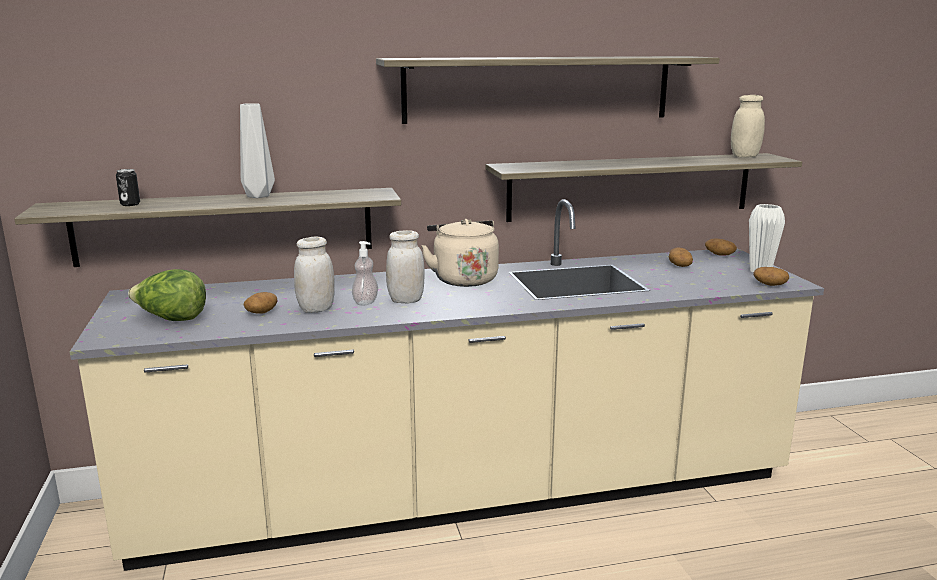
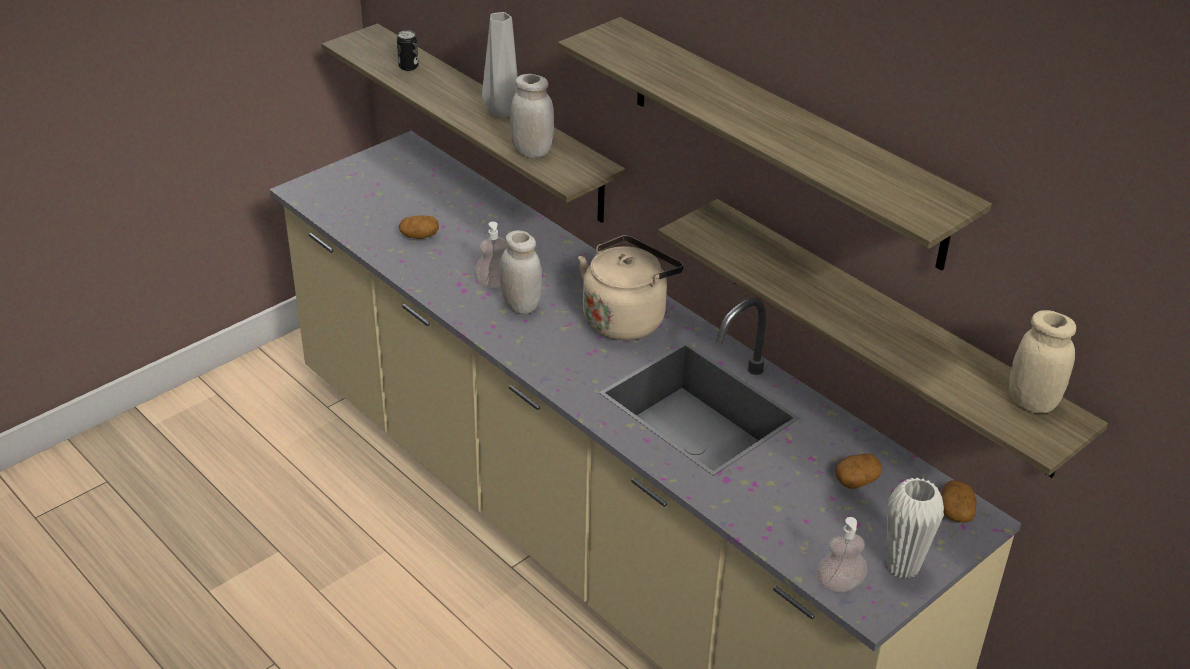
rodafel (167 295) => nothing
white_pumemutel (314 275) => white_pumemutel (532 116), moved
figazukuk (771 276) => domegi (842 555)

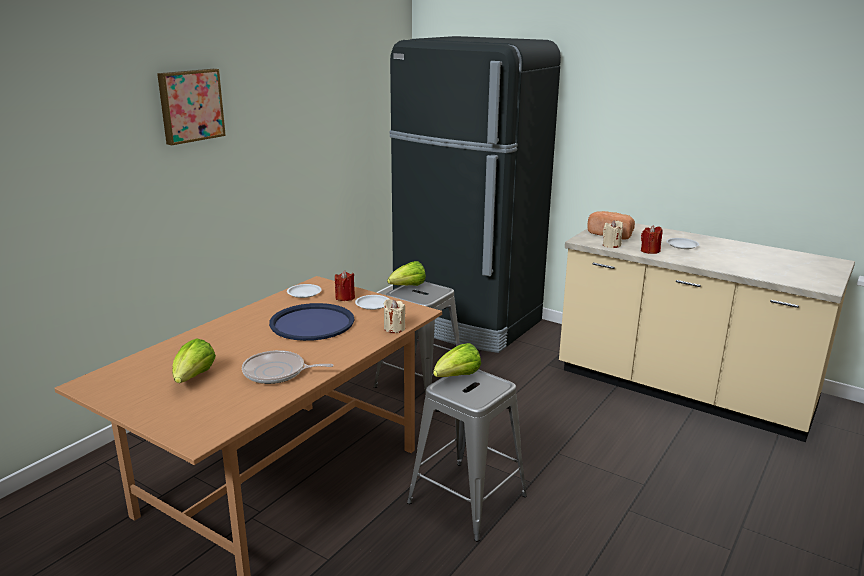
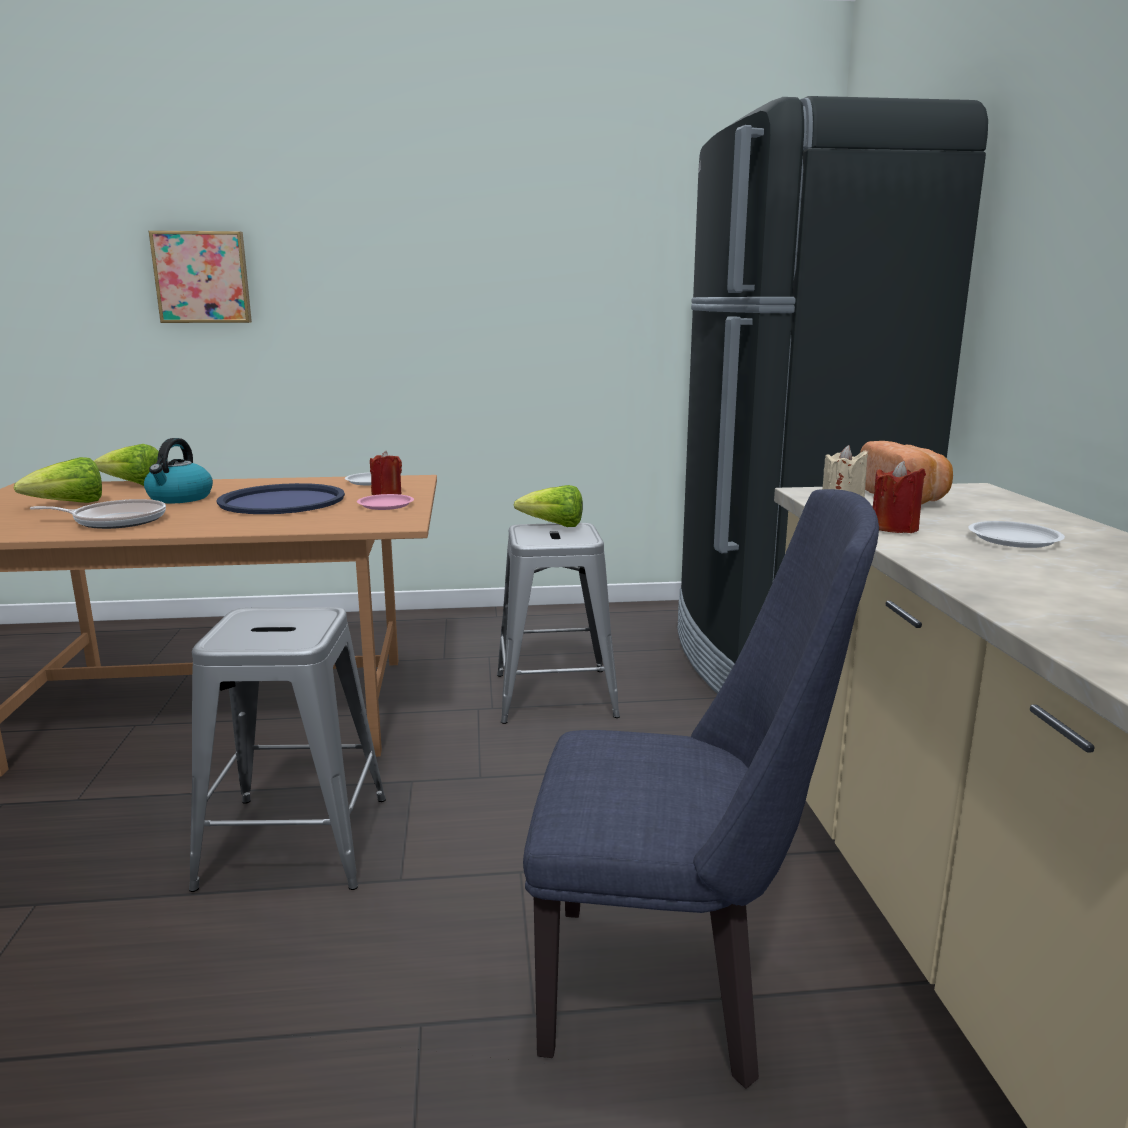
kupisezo (191 107) => kupisezo (200 277), moved
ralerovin (288 367) => ralerovin (98 514), 120 degrees clockwise
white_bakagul (372 302) => pink_bakagul (385 502)
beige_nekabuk (394 316) => nothing
rodafel (457 360) => rodafel (126 465), moved
nothing => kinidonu (178 470)
nothing => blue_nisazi (701 789)

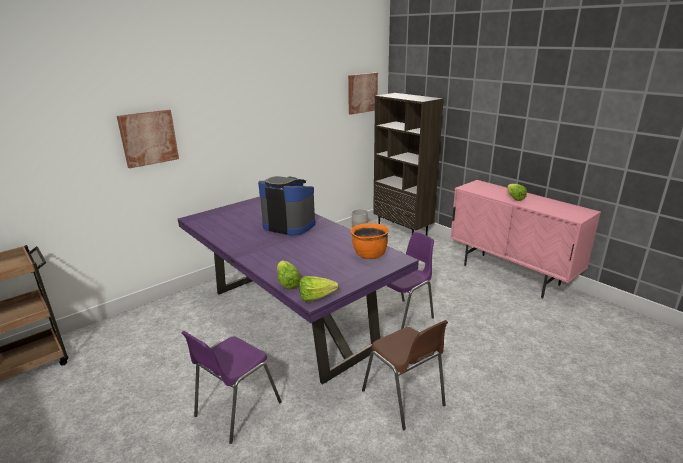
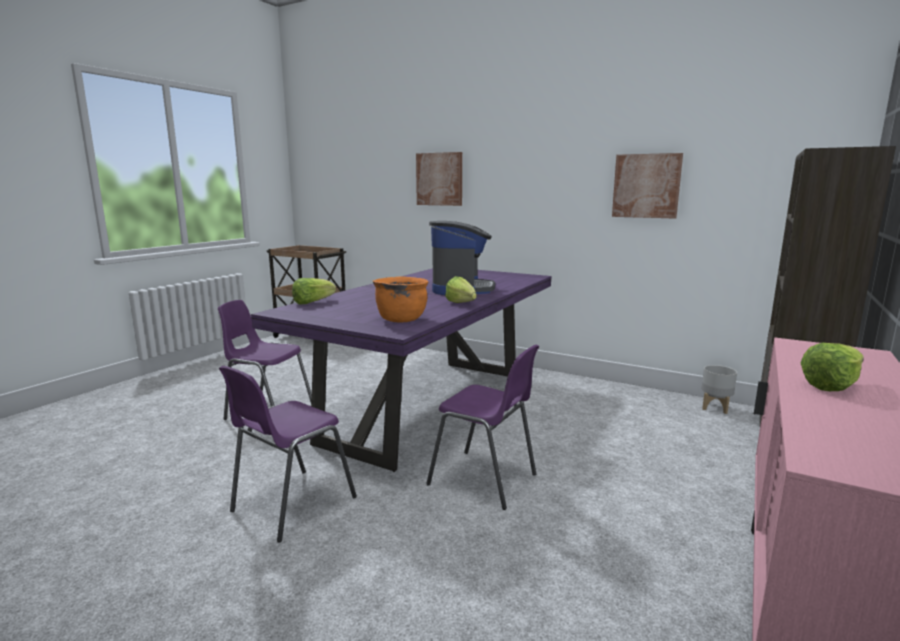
rodafel (319 289) => rodafel (461 289), moved
kupisezo (363 94) => kupisezo (647 186), moved
brown_nisazi (405 375) => purple_nisazi (288 454)

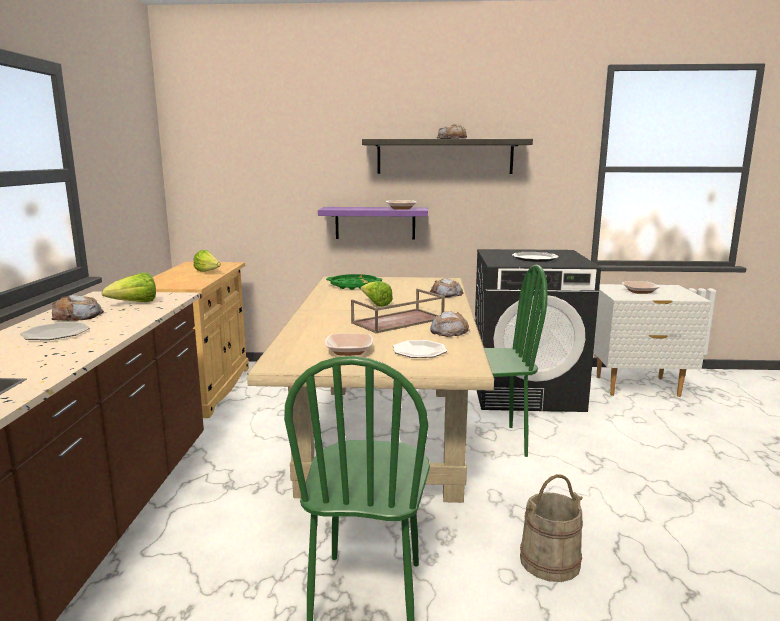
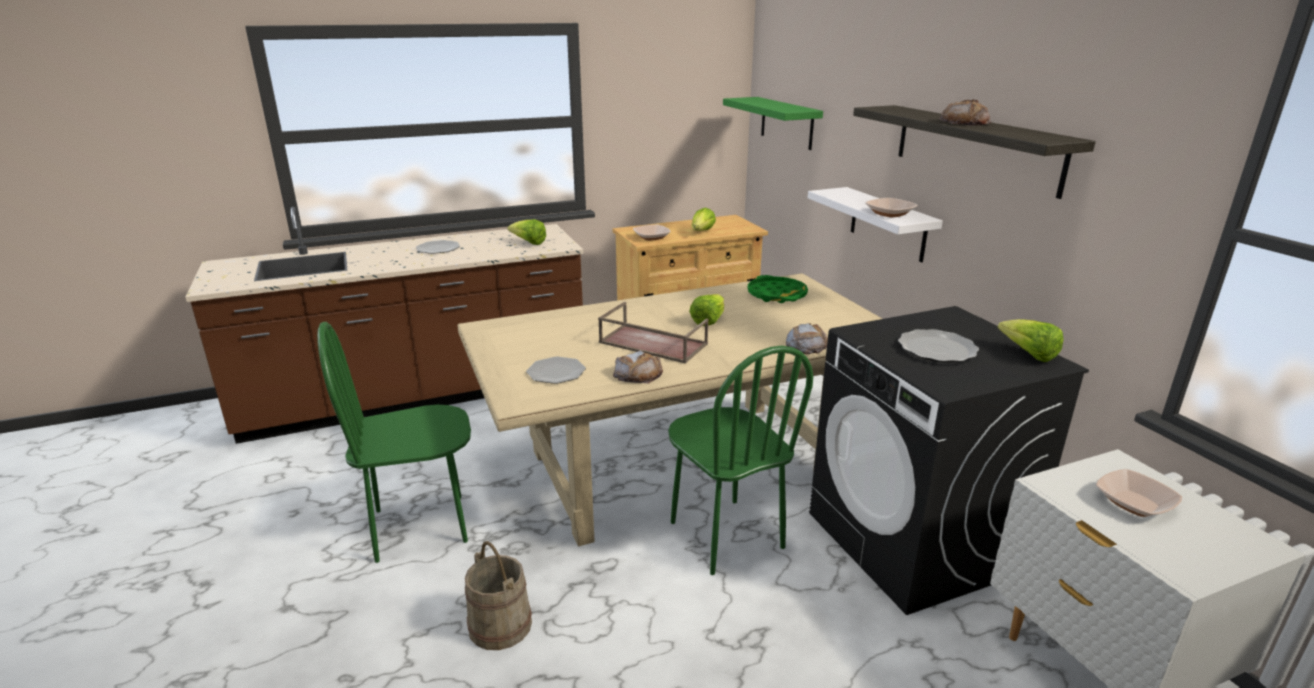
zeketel (78 308) => nothing
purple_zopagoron (373 223) => white_zopagoron (875 224)
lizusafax (349 344) => lizusafax (652 233), moved
nothing => green_zopagoron (773 123)
nothing => rodafel (1031 340)

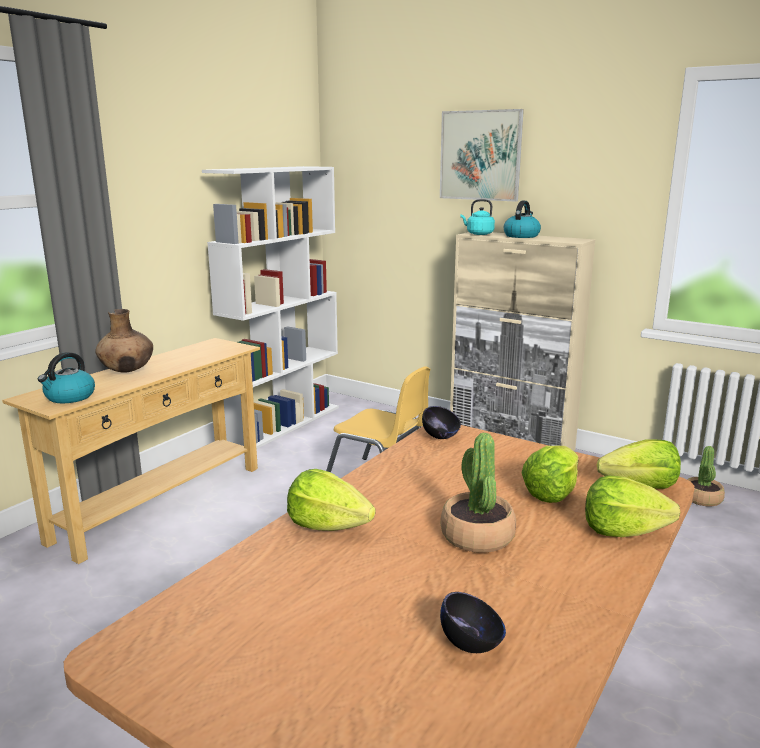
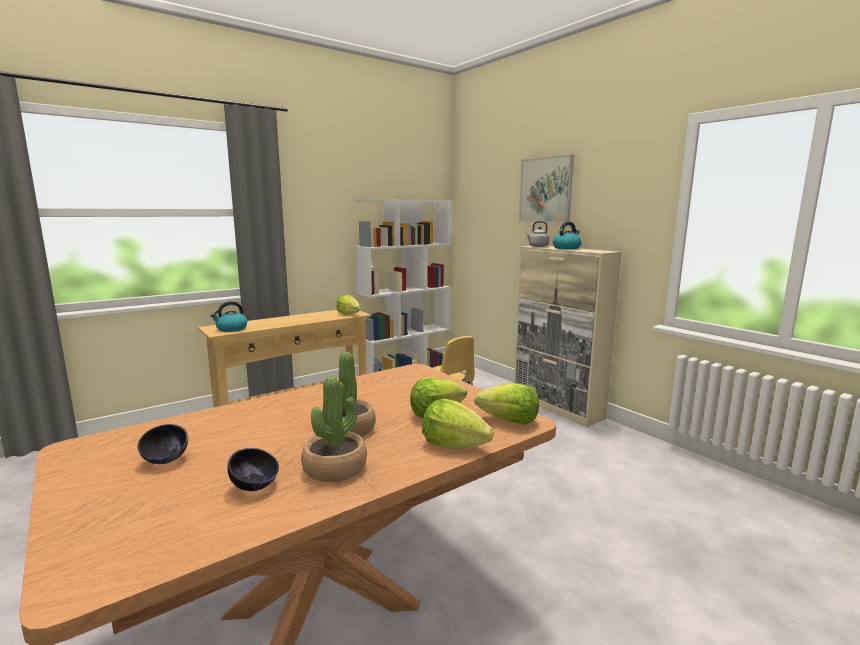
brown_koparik (124 341) => nothing
rodafel (331 500) => rodafel (348 305), moved
black_lizusafax (441 422) => black_lizusafax (163 444), moved
turquoise_kinidonu (478 217) => grey_kinidonu (537 234)
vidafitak (706 476) => vidafitak (334 429), moved

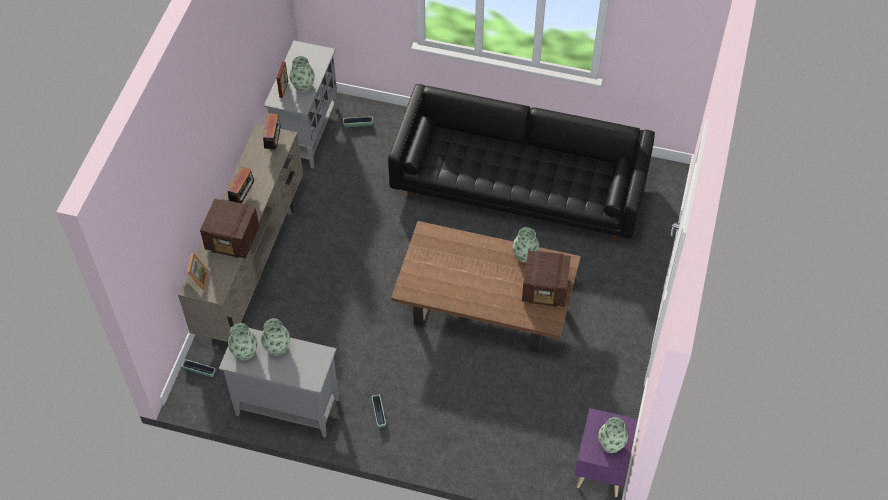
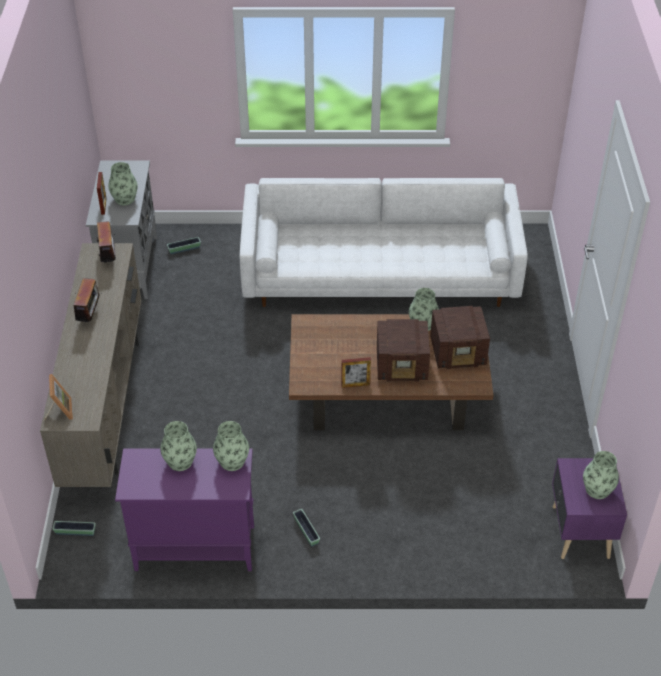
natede (229 228) => natede (403 350), moved
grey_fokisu (279 383) => purple_fokisu (184 509)
koparik (242 341) => koparik (231 446), moved
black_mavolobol (521 162) => white_mavolobol (384 242)
nothing => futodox (356 372)

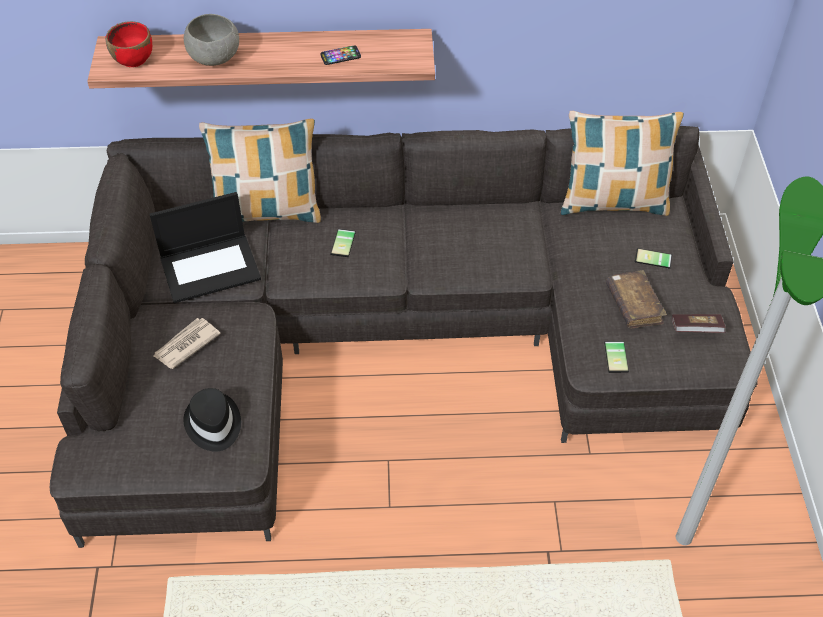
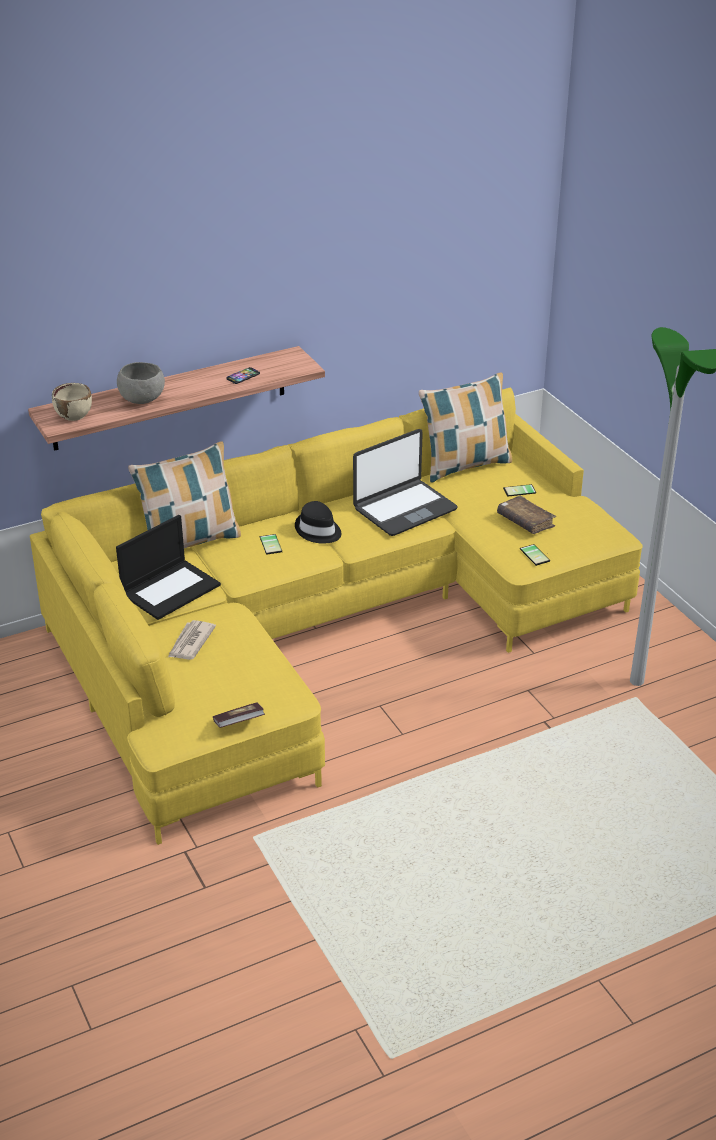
grey_mavolobol (404 337) => yellow_mavolobol (336 616)
red_lizusafax (128 44) => beige_lizusafax (72 402)
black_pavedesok (212 420) => black_pavedesok (318 522), moved
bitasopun (699 323) => bitasopun (239 715), moved
nothing => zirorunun (405 482)

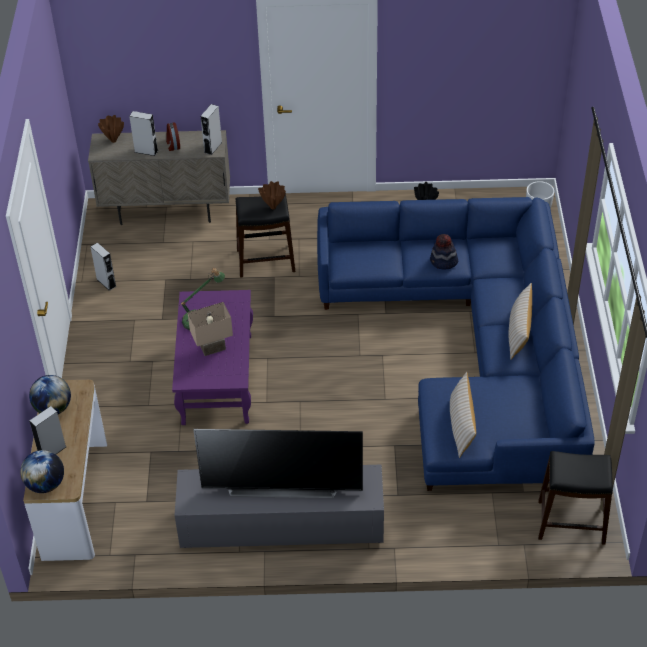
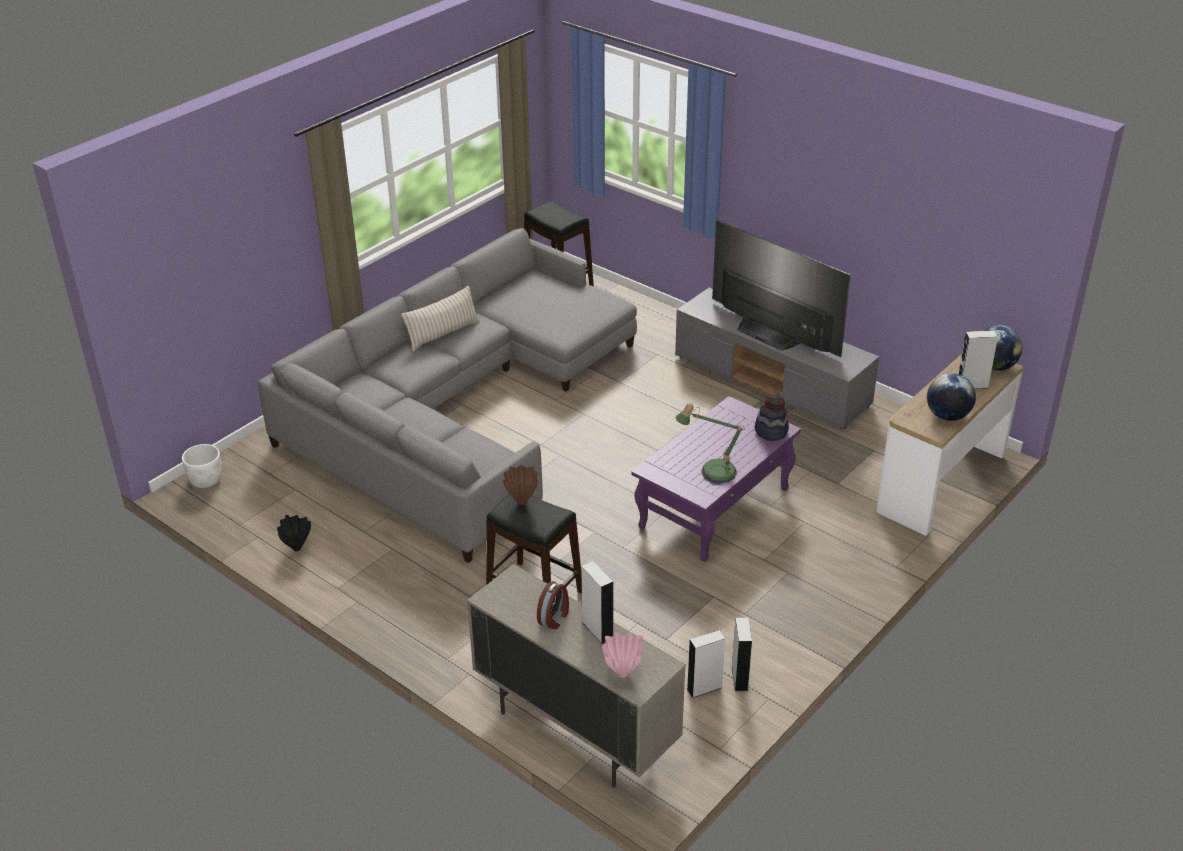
brown_koparik (111 129) => pink_koparik (623 655)
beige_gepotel (210 329) => nothing
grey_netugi (211 129) => grey_netugi (706 664), moved
blue_mavolobol (456 344) => grey_mavolobol (447 395)
pavedesok (444 251) => pavedesok (772 417), moved
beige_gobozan (463 415) => nothing

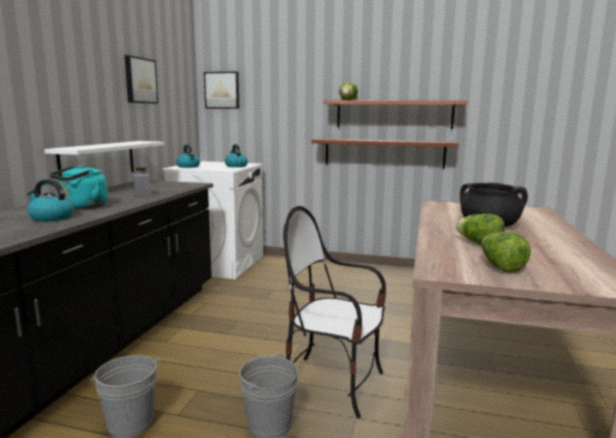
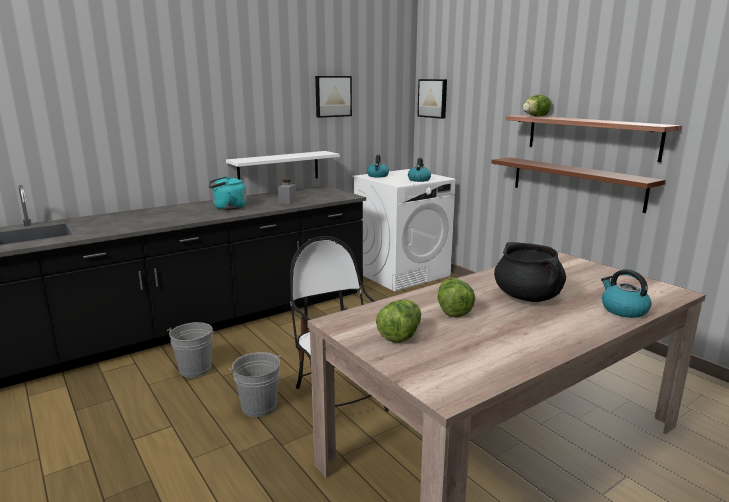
kinidonu (50 200) => kinidonu (626 293), moved

